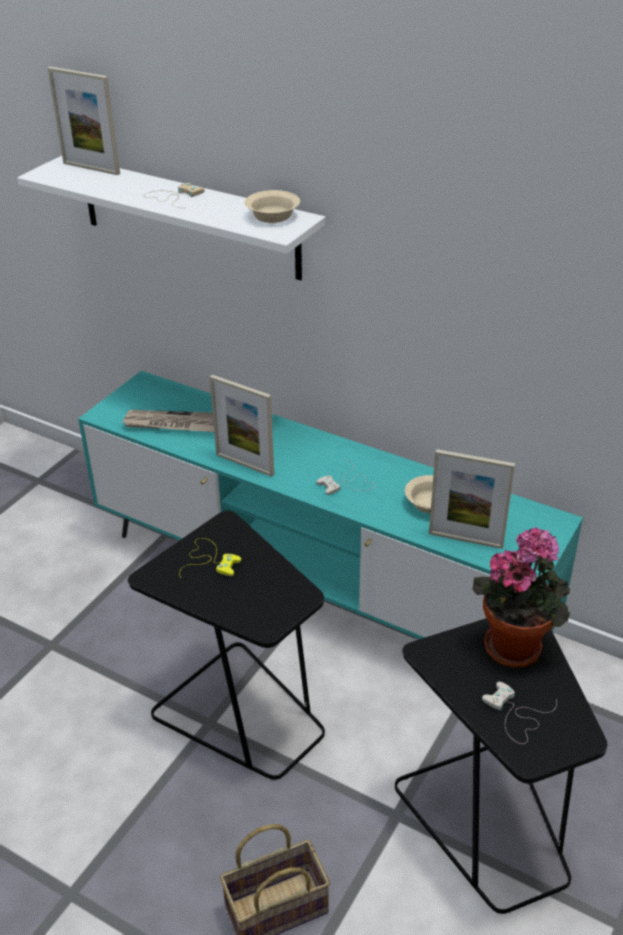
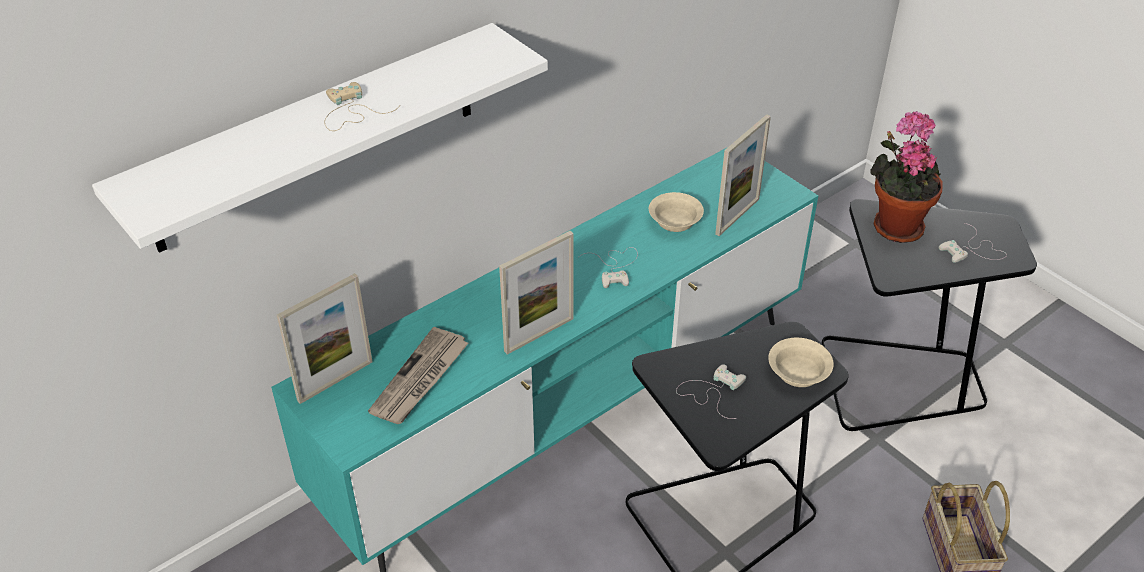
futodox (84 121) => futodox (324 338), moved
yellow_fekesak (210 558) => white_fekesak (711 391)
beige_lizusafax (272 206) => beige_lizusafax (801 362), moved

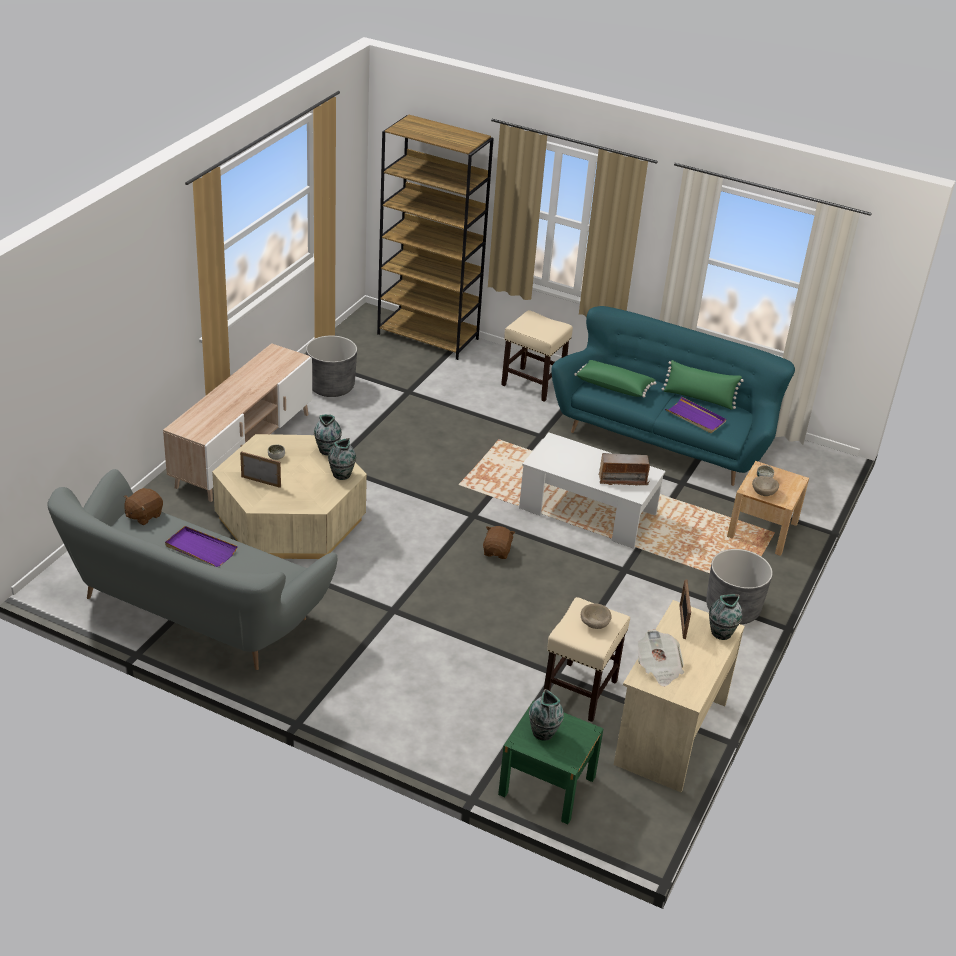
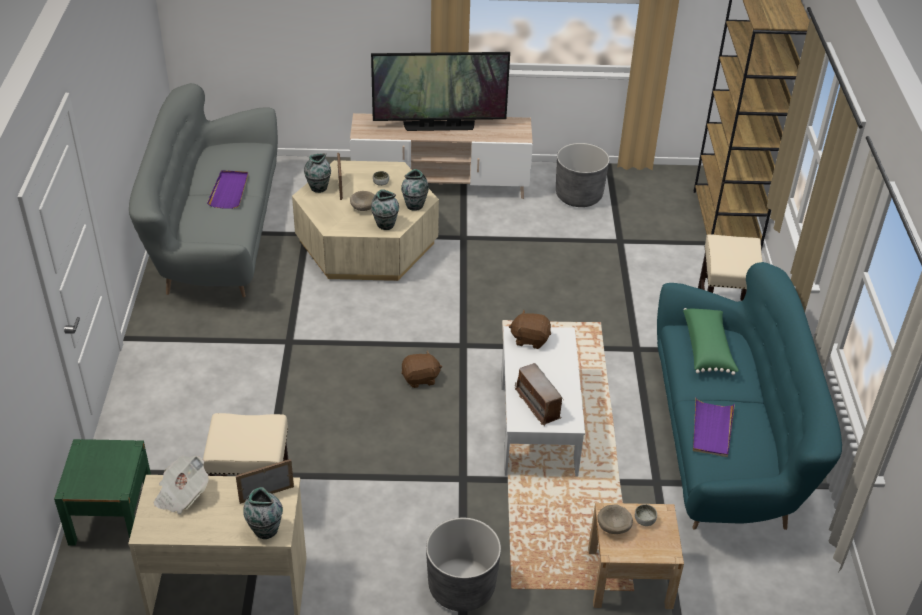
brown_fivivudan (143 506) => brown_fivivudan (530 329), moved
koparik (546 715) => koparik (317 173), moved
beige_lizusafax (596 616) => beige_lizusafax (362 201), moved
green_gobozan (703 385) => nothing
nothing => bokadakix (440 91)

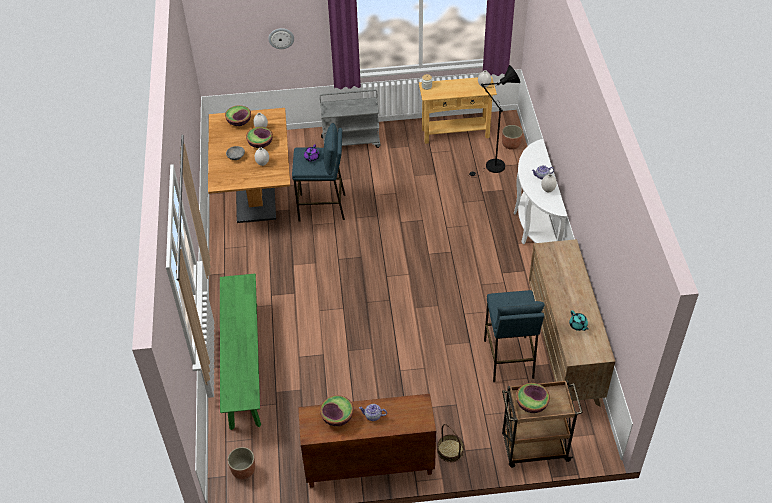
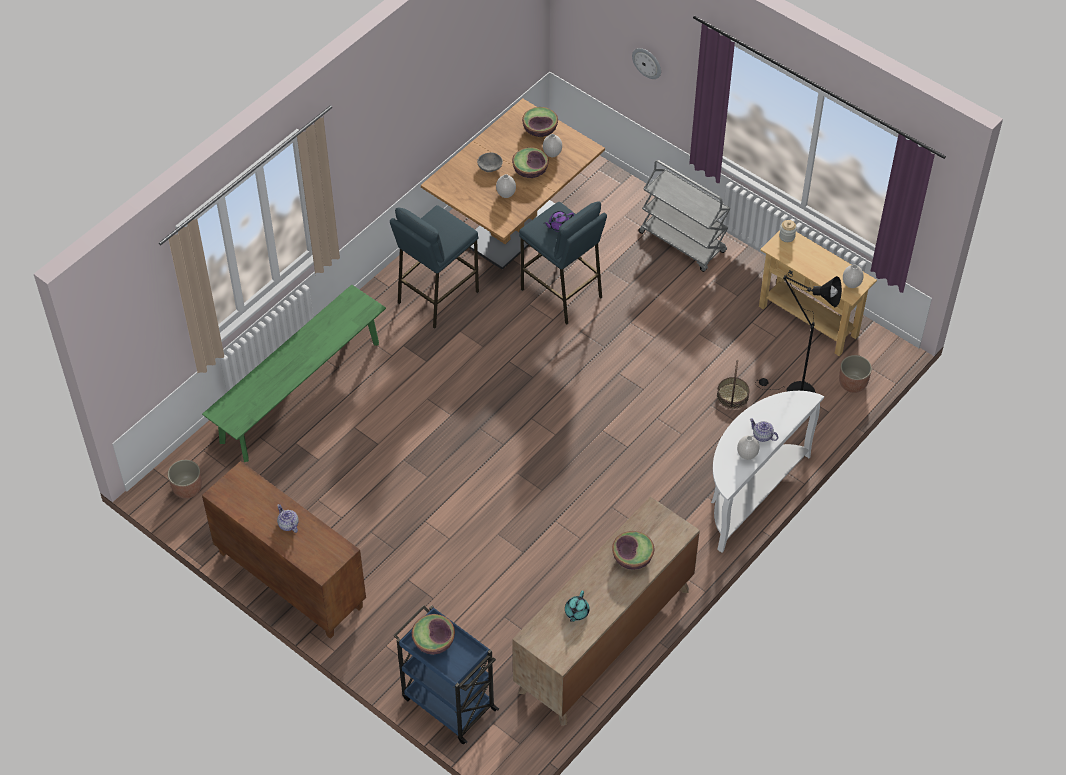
lizusafax (337 410) => lizusafax (633 550), moved
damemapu (450 443) => damemapu (733 384), moved
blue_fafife (514 336) => blue_fafife (434 267), moved
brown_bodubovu (542 424) => blue_bodubovu (446 674)

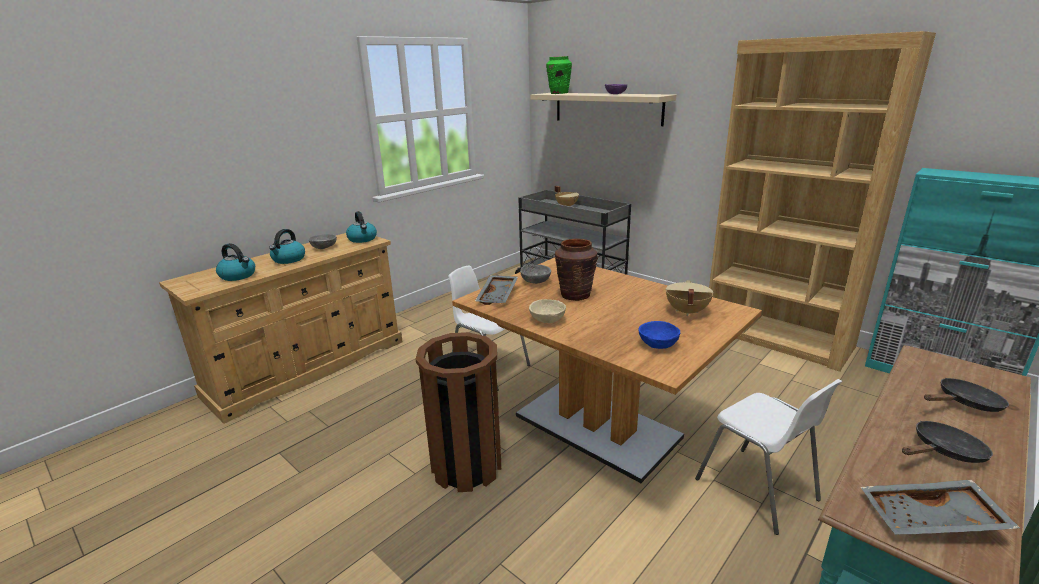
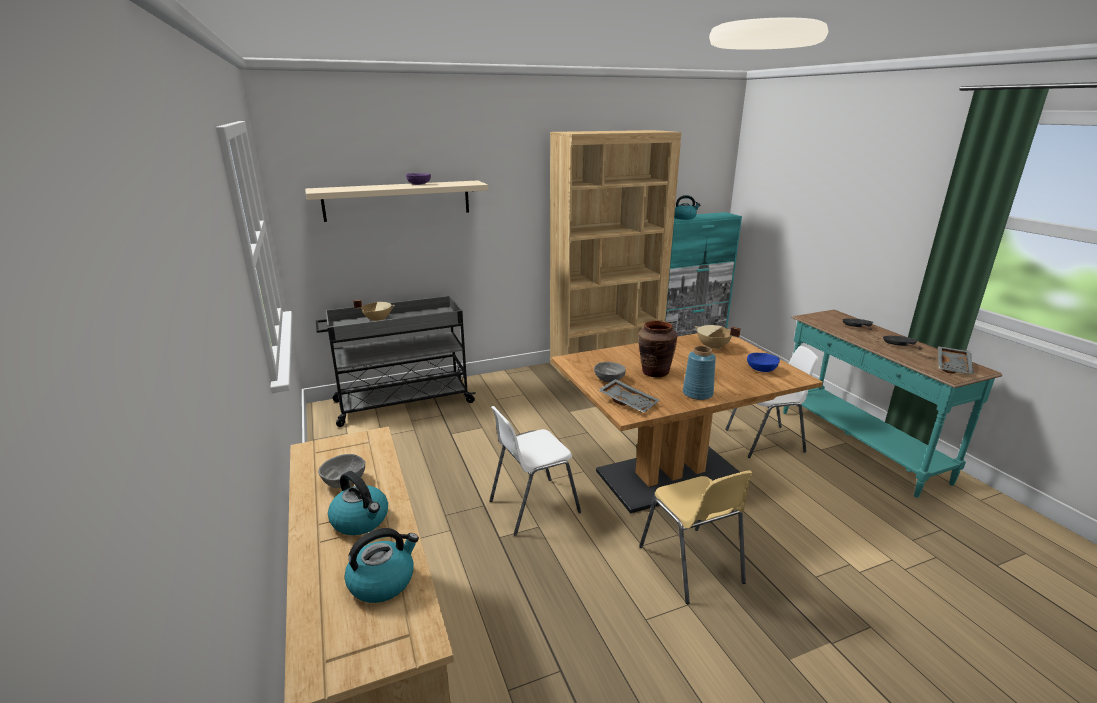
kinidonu (361 227) => kinidonu (687 207), moved
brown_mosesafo (458 412) => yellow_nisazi (696 537)
beige_lizusafax (547 311) => blue_koparik (699 373)
green_koparik (559 75) => nothing

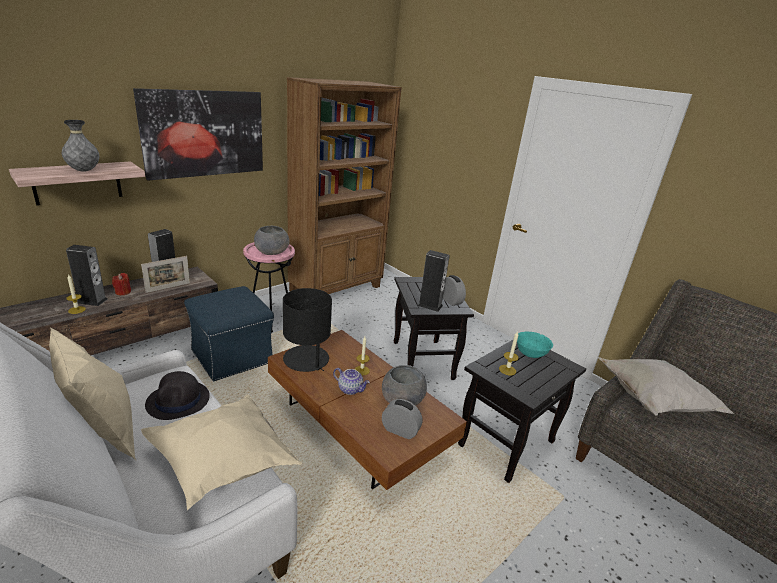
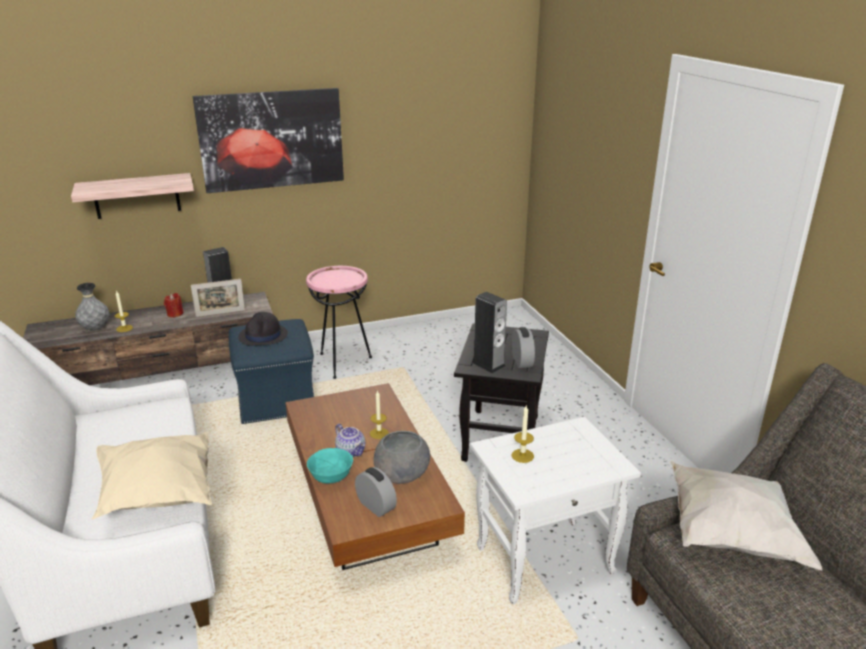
beige_gobozan (92 393) => nothing
grey_koparik (80 146) => grey_koparik (92 306), moved
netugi (86 275) => nothing
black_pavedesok (177 395) => black_pavedesok (263 329), moved
grey_lizusafax (271 240) => nothing
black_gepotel (307 330) => nothing
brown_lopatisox (344 185) => nothing
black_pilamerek (522 411) => white_pilamerek (555 510)
turquoise_lizusafax (535 344) => turquoise_lizusafax (330 466), moved

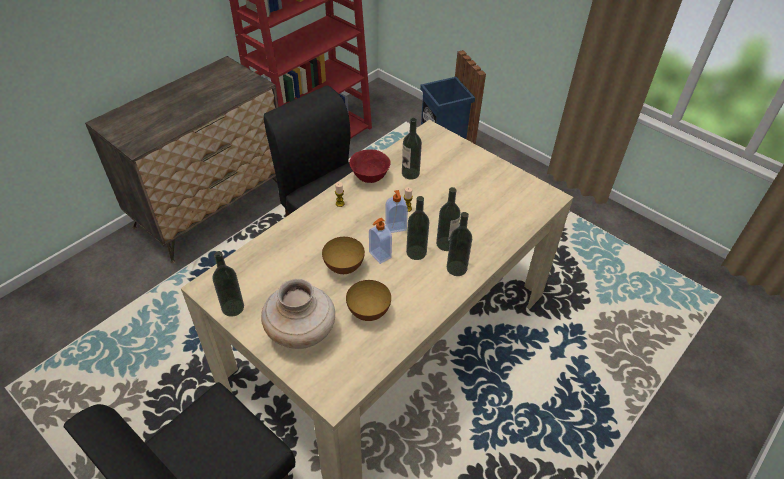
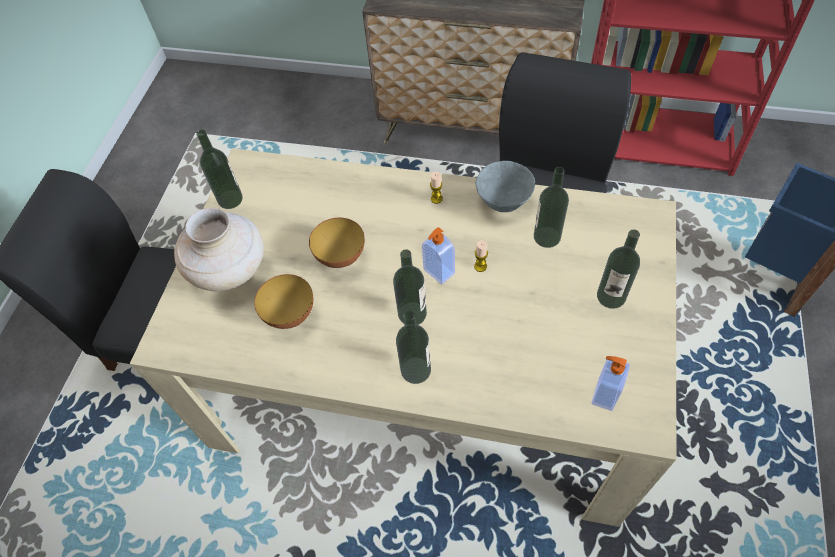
red_lizusafax (370 166) => grey_lizusafax (505 186)
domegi (380 241) => domegi (610 383), moved
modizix (448 219) => modizix (618 269), moved

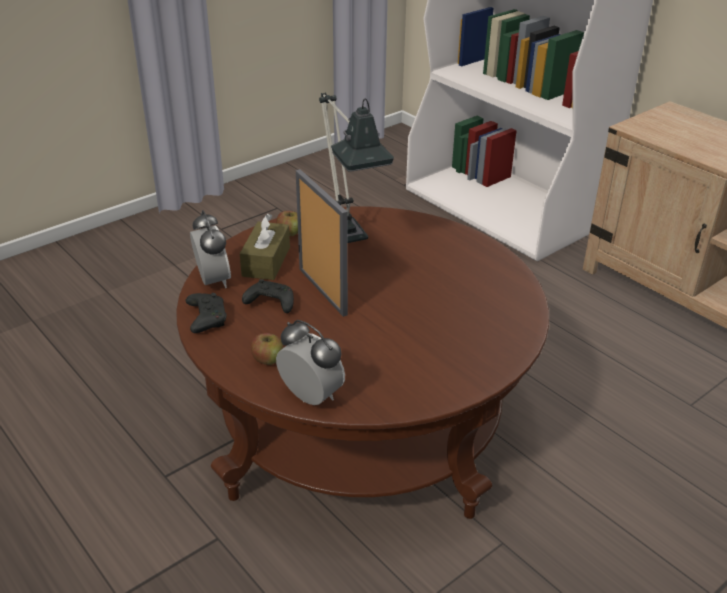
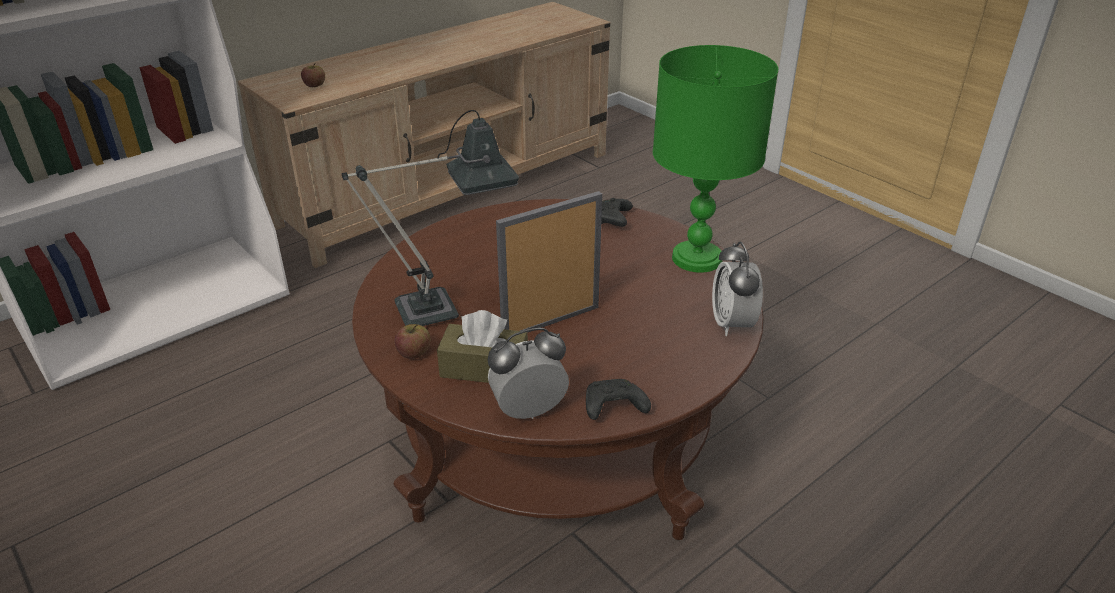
black_fekesak (268 296) => black_fekesak (617 212), moved
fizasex (267 349) => fizasex (313 75), moved
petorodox (310 362) => petorodox (737 289), 45 degrees counterclockwise
nothing => green_gepotel (715 159)

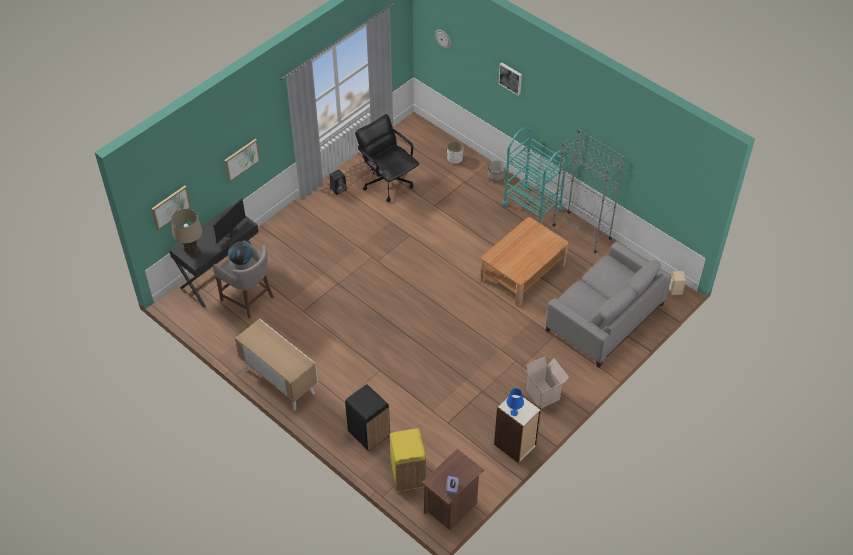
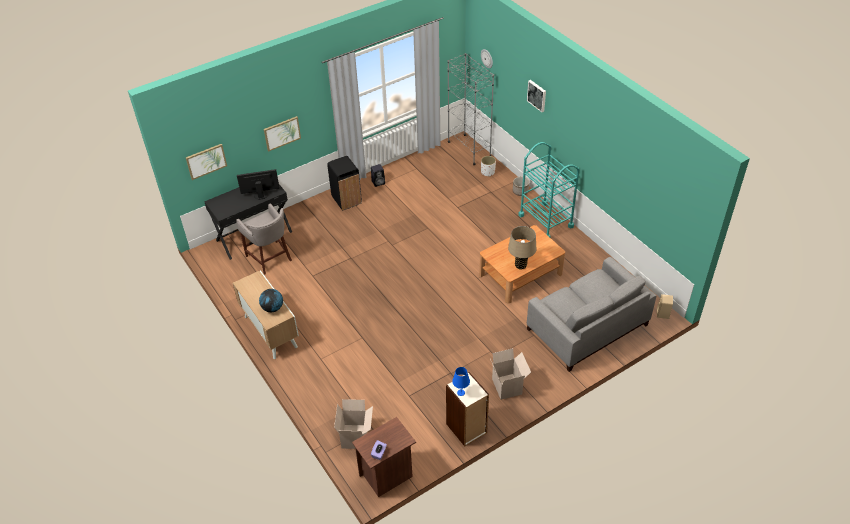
beige_gepotel (187 231) => beige_gepotel (522 248), moved
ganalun (229 220) => ganalun (258 184), 150 degrees counterclockwise
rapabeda (240 253) => rapabeda (271 300), moved
black_mosesafo (367 417) => black_mosesafo (344 183), moved
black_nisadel (387 158) => nothing
yellow_mosesafo (408 459) => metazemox (353 424)
grey_lopatisox (589 191) => grey_lopatisox (470 109), moved

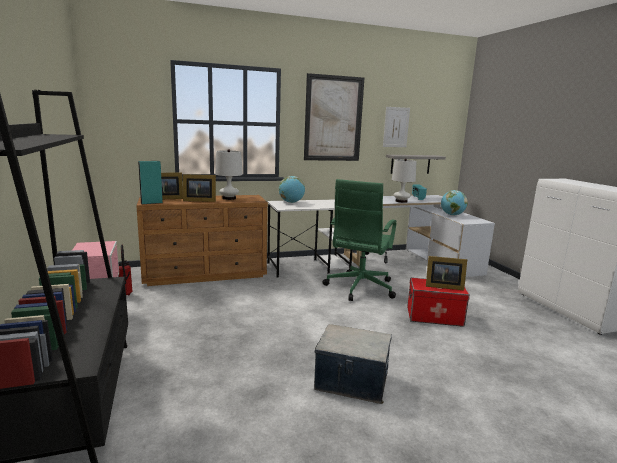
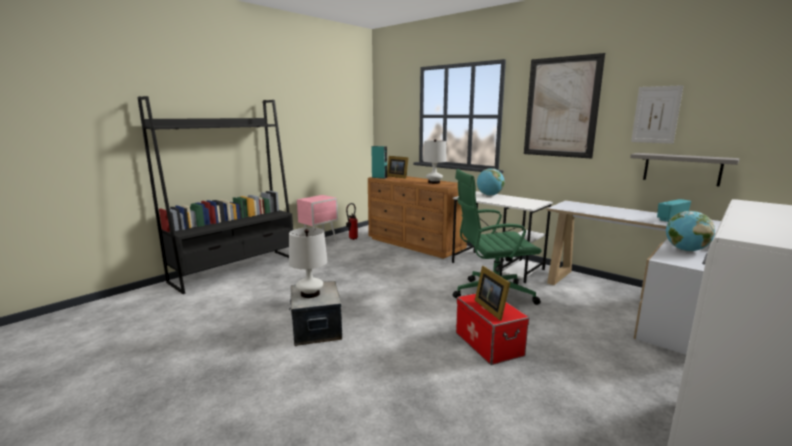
futodox (199 188) => nothing
white_gepotel (404 181) => white_gepotel (308 262), moved

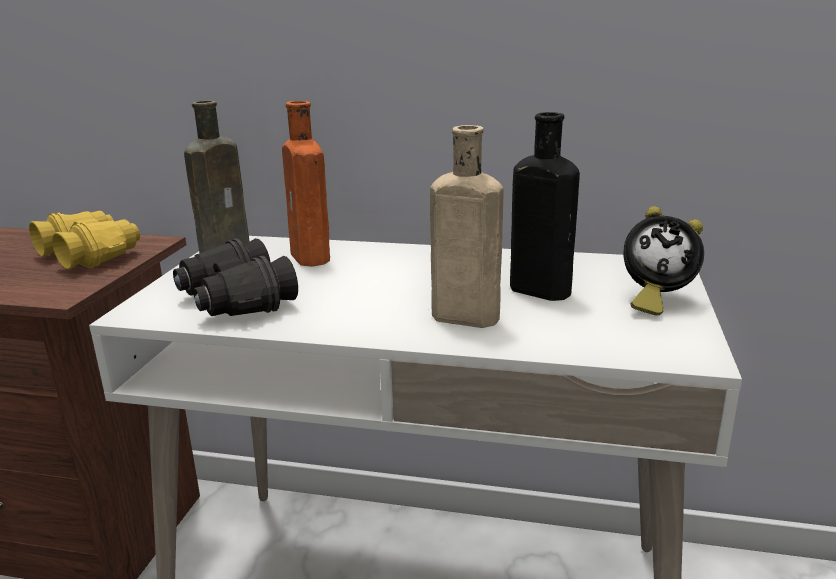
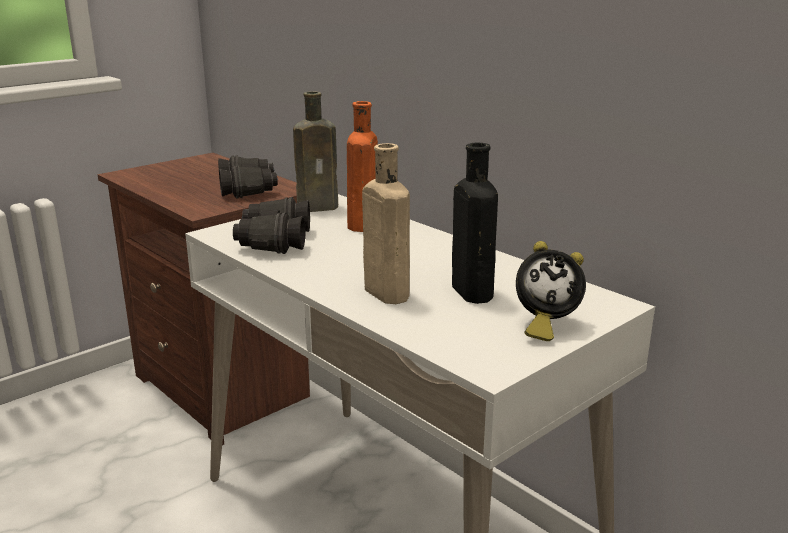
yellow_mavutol (84 240) => black_mavutol (248 177)
petorodox (664 261) => petorodox (551 291), 45 degrees counterclockwise

